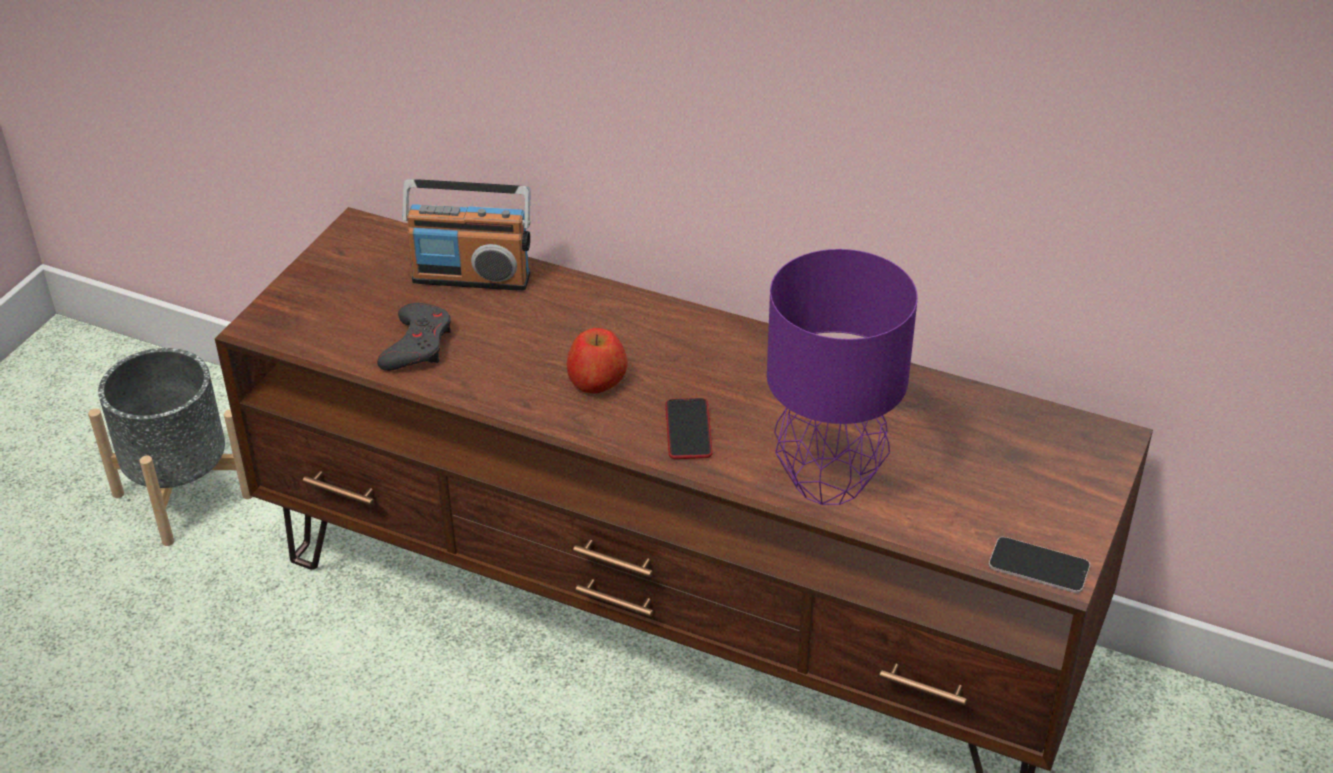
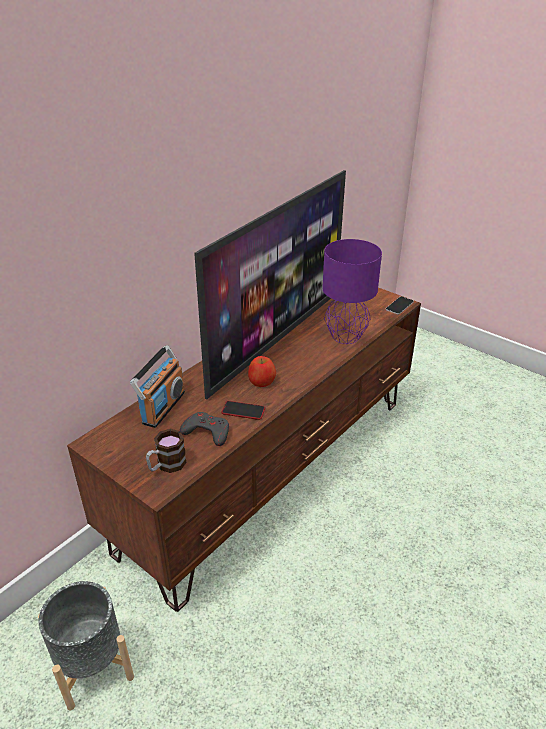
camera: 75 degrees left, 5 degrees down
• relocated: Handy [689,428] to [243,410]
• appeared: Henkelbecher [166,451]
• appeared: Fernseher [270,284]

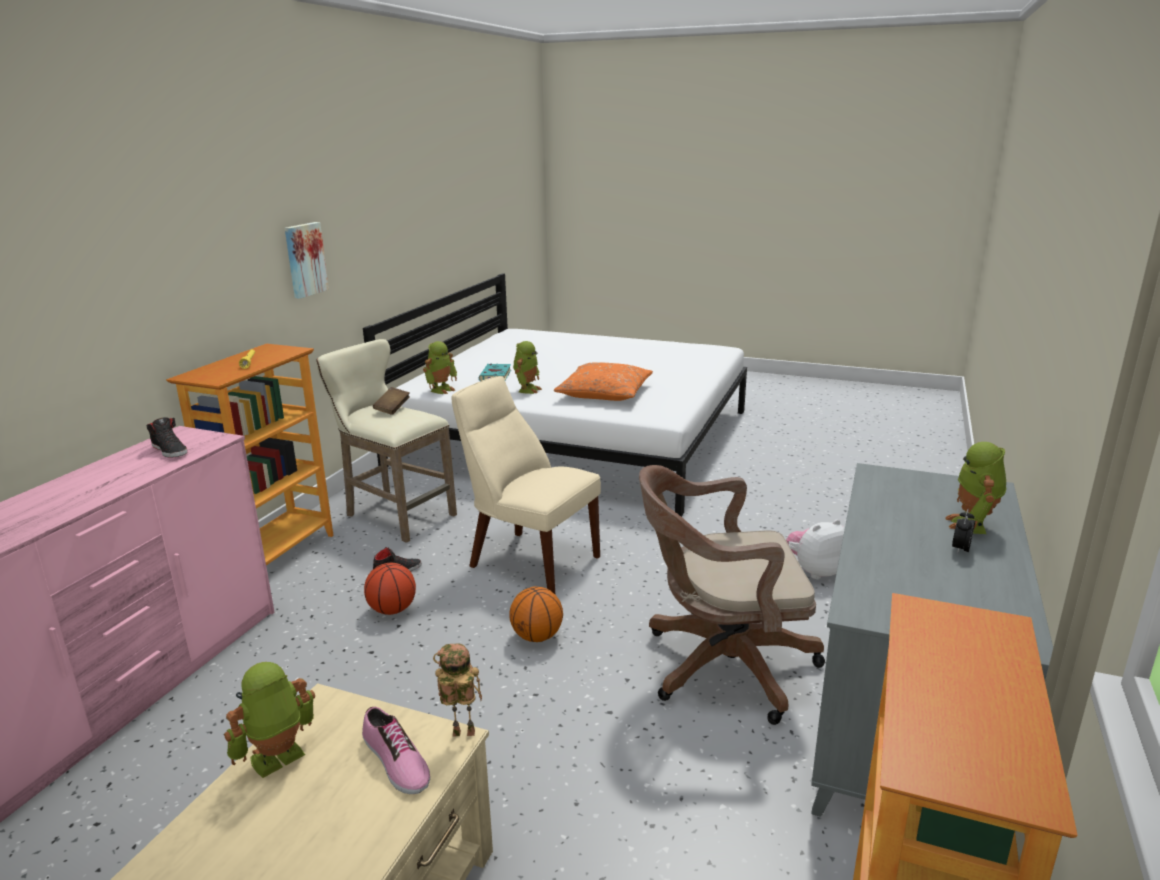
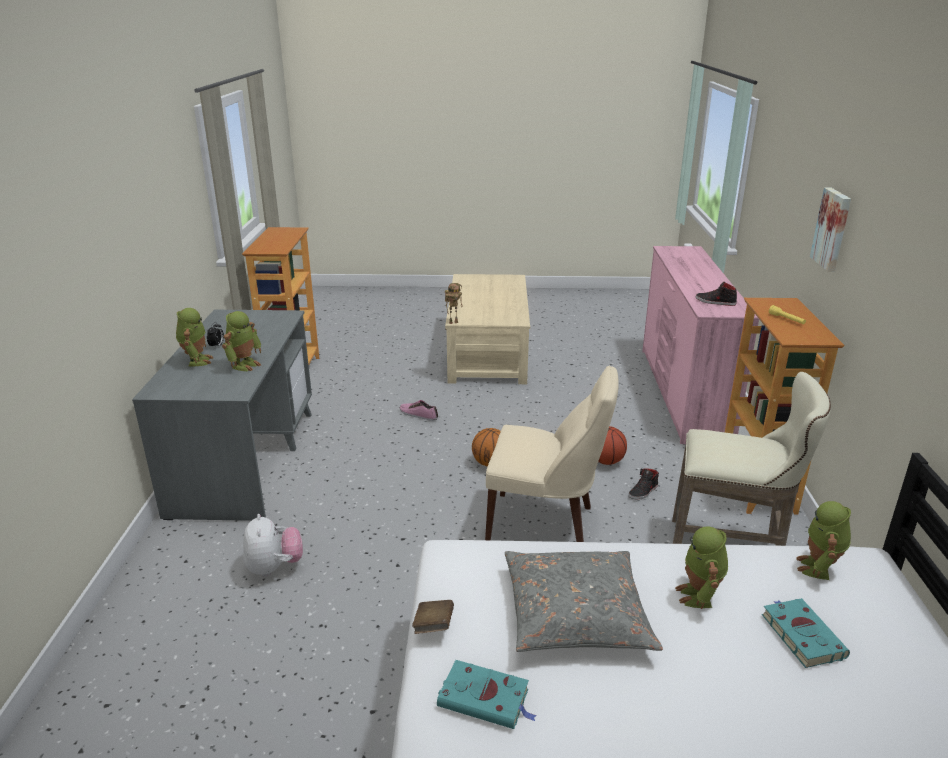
camera: 160 degrees right, 5 degrees up
• relocated: Spielzeugroboter [269,720] to [241,341]
• relocated: Bild [307,260] to [830,230]
• relocated: Schuh [396,750] to [418,410]
• relocated: Buch [braun] [391,401] to [433,617]
• colour: Kissen [orange] [603,381] to Kissen [grau] [584,601]
• missing: Bürostuhl [braun] [732,595]
• spun: Plüschtier [815,549] = [273,545] 60 degrees counterclockwise
• appeared: Buch [türkis] [487,694]

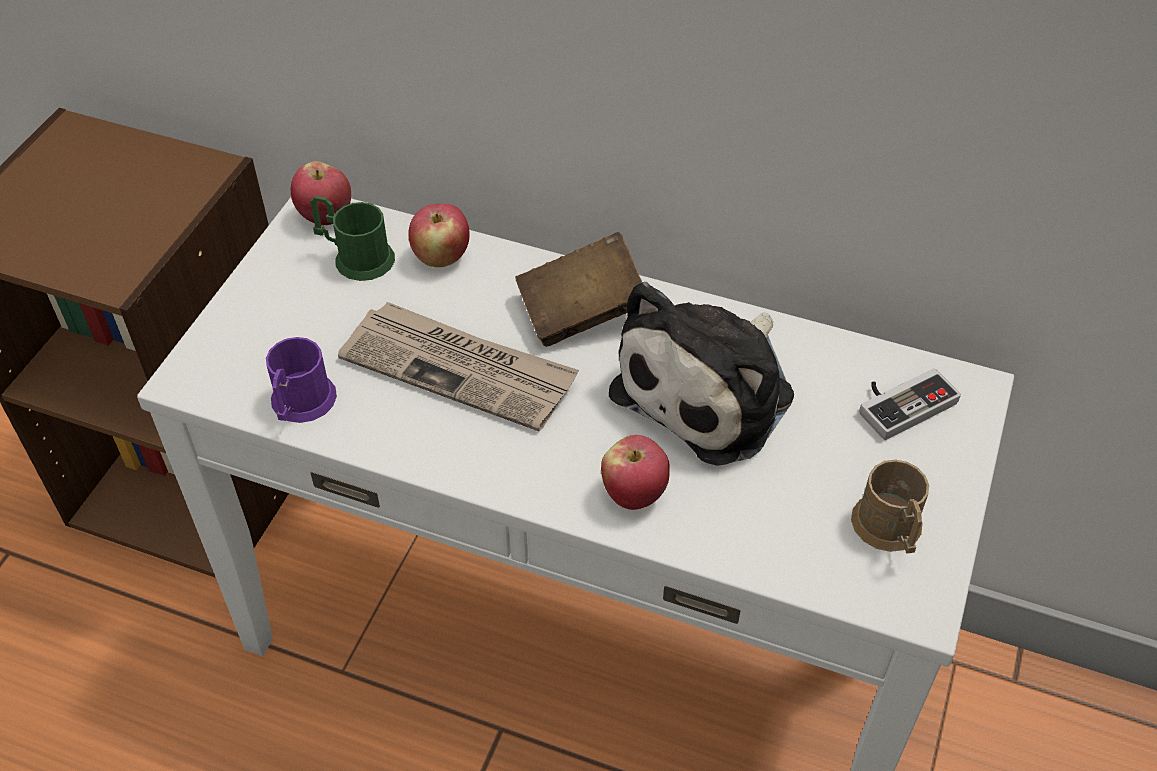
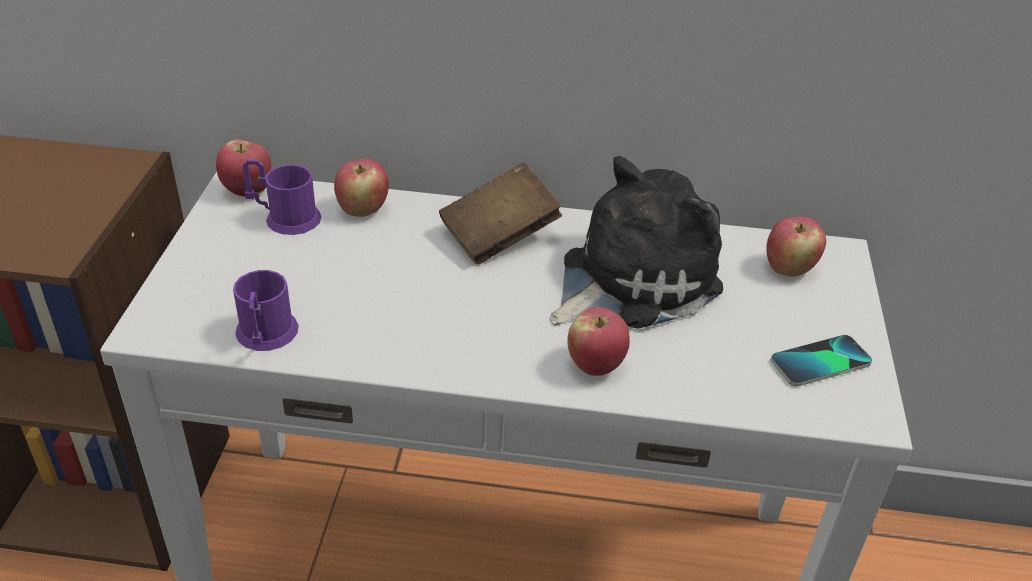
camera: 15 degrees left, 10 degrees down
• colour: Henkelbecher [grün] [352,238] to Henkelbecher [lila] [282,197]
• missing: Zeitung [458,367]
• spun: Plüschtier [701,374] = [636,242] 150 degrees counterclockwise
• exchanged: Henkelbecher [braun] [890,507] to Handy [821,361]
• exchanged: Gamepad [910,404] to Apfel [796,247]

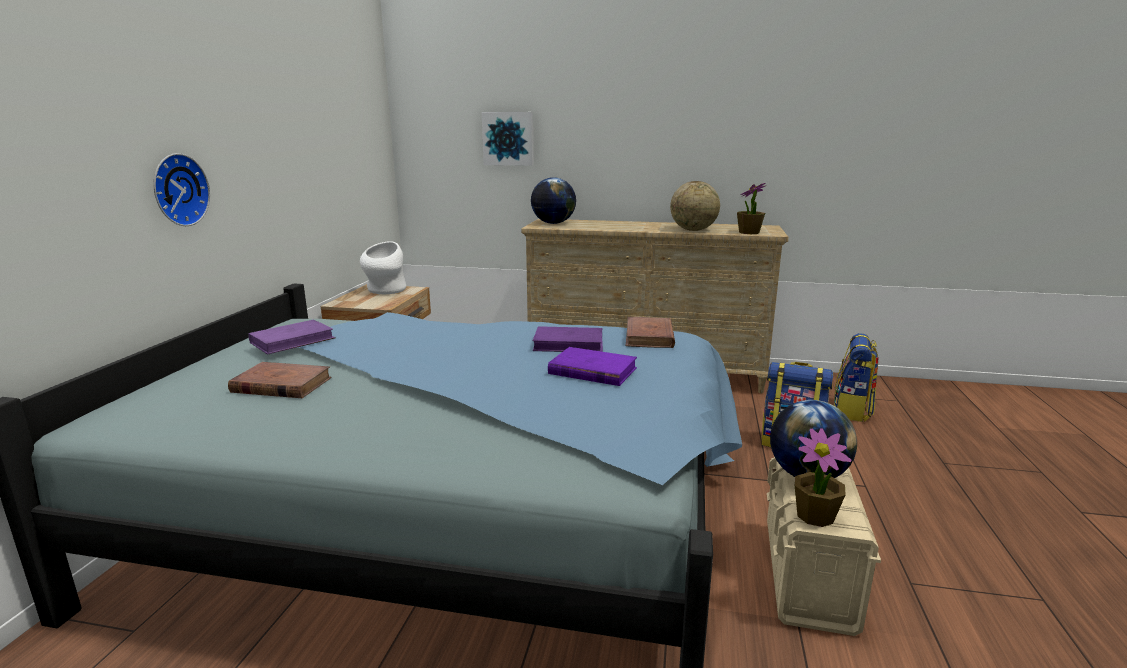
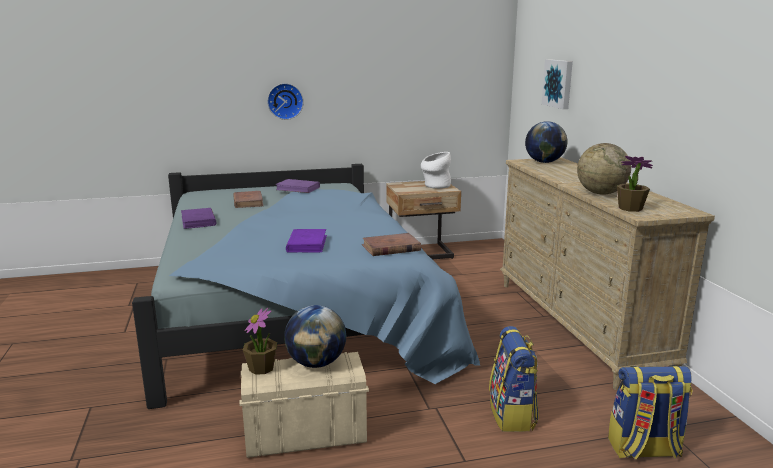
camera: 65 degrees right, 0 degrees up
• relocated: Buch [lila] [568,339] to [198,218]

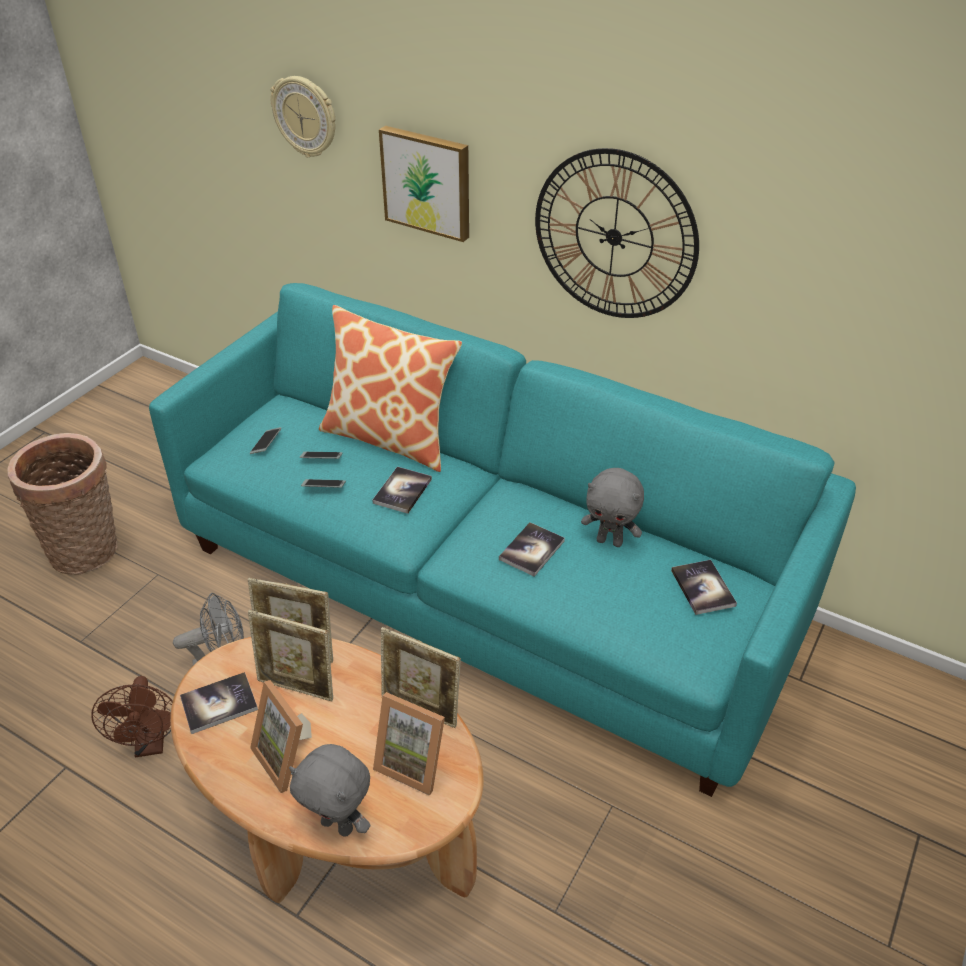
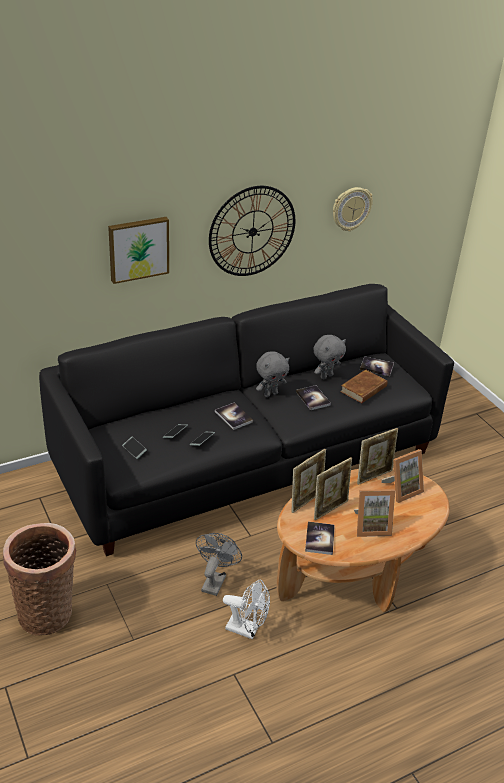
camera: 60 degrees left, 5 degrees down
• colour: Ventilator [braun] [132,716] to Ventilator [weiß] [246,609]
• colour: Sofa [türkis] [502,540] to Sofa [schwarz] [246,420]
• relocated: Wanduhr [303,116] to [353,209]
• relocated: Plüschtier [grau] [330,790] to [272,374]
• missing: Kissen [390,388]
• appeared: Buch [braun] [364,386]

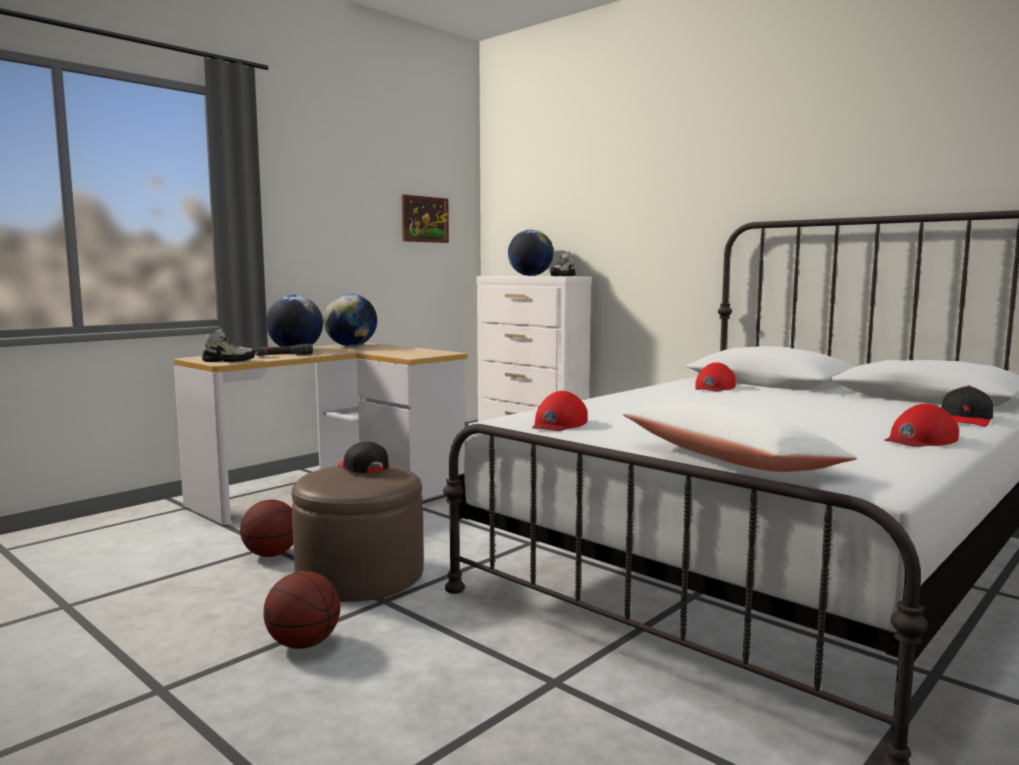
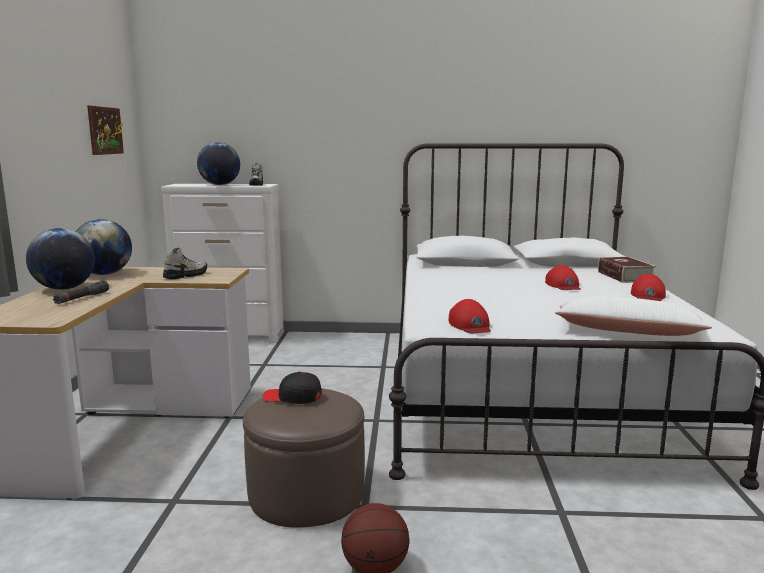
camera: 40 degrees left, 5 degrees up
• relocated: Schuh [229,345] to [185,263]
• missing: Basketball [266,528]
• relocated: Kappe [rot] [715,376] to [563,277]
• exchanged: Kappe [schwarz] [967,406] to Buch [627,270]

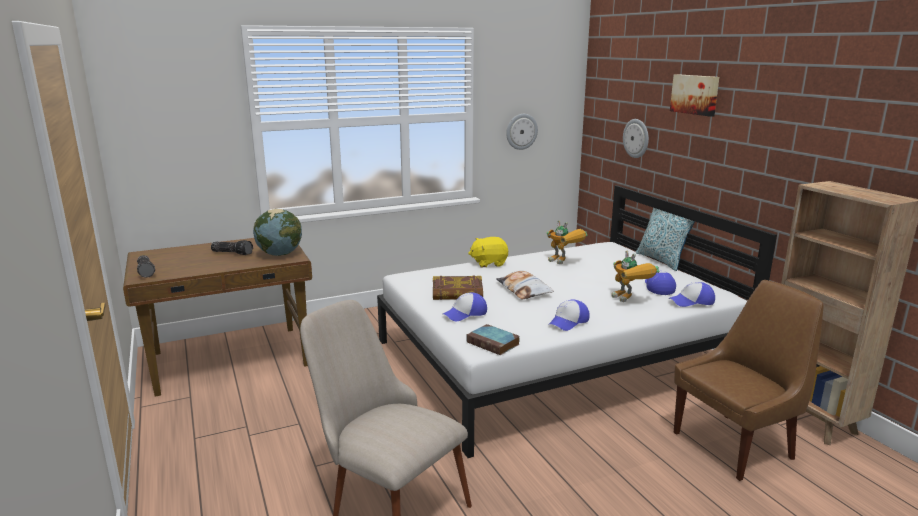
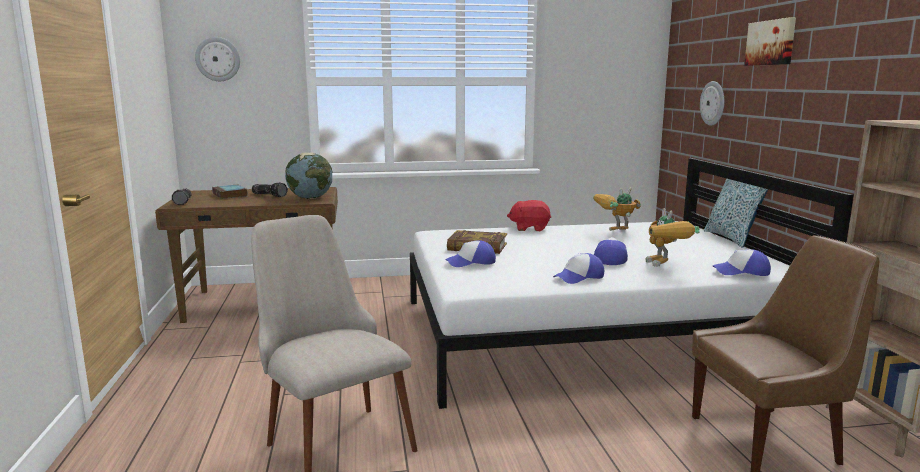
camera: 15 degrees right, 5 degrees down
• relocated: Buch [493,339] to [230,192]
• colour: Plüschtier [gelb] [488,252] to Plüschtier [rot] [529,215]
• missing: Kissen [525,285]
• relocated: Wanduhr [522,132] to [217,59]
• spun: Spielzeugroboter [567,242] = [617,209] 105 degrees clockwise
• relocated: Kappe [660,282] to [611,251]

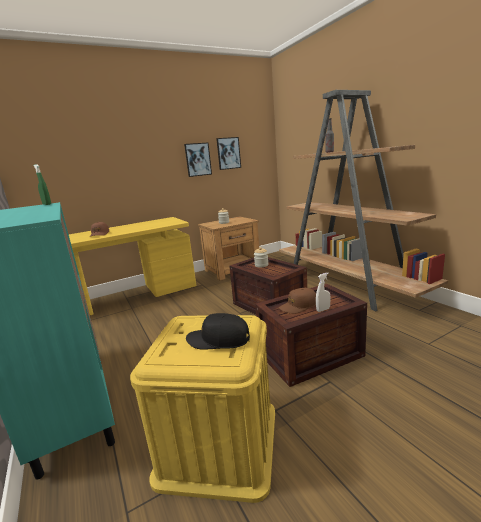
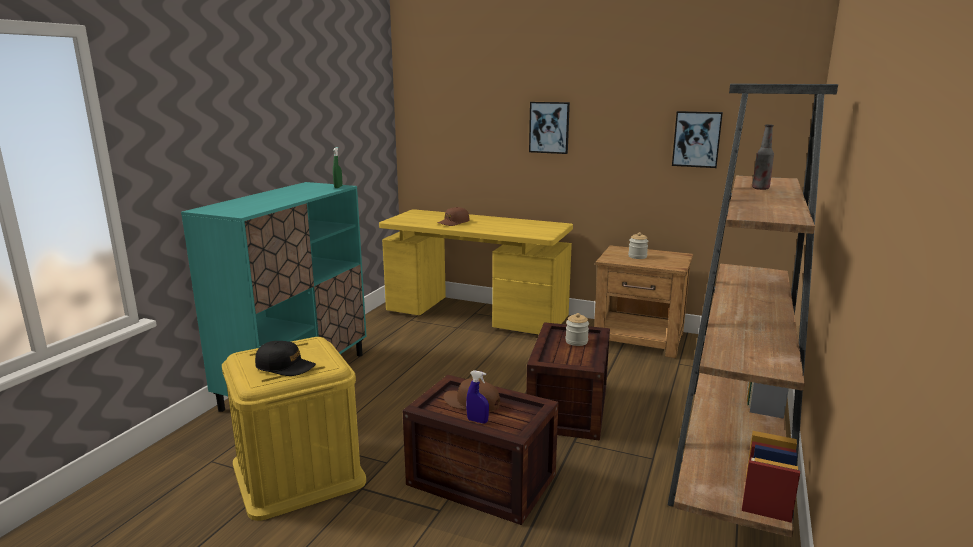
camera: 50 degrees right, 0 degrees up
• relocated: Bild [198,160] to [549,128]
• spun: Kappe [schwarz] [218,331] = [285,358] 135 degrees clockwise
• colour: Sprühflasche [weiß] [323,292] to Sprühflasche [blau] [477,396]

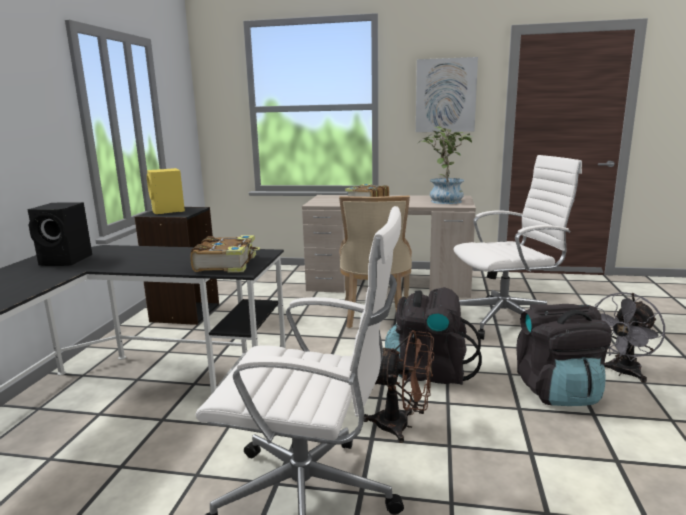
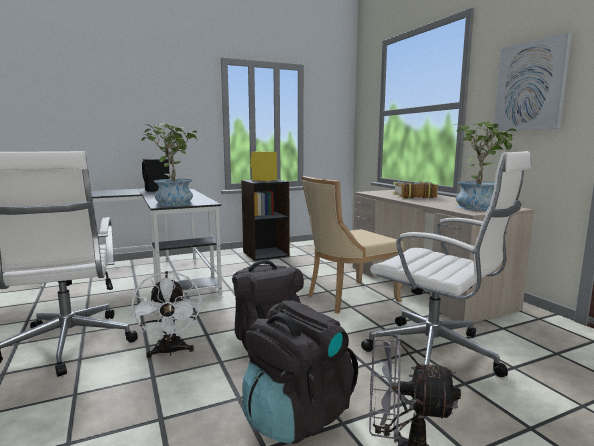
camera: 55 degrees right, 5 degrees down
• exchanged: Buch [225,253] to Topfpflanze [169,164]
• colour: Ventilator [braun] [398,386] to Ventilator [weiß] [166,314]

